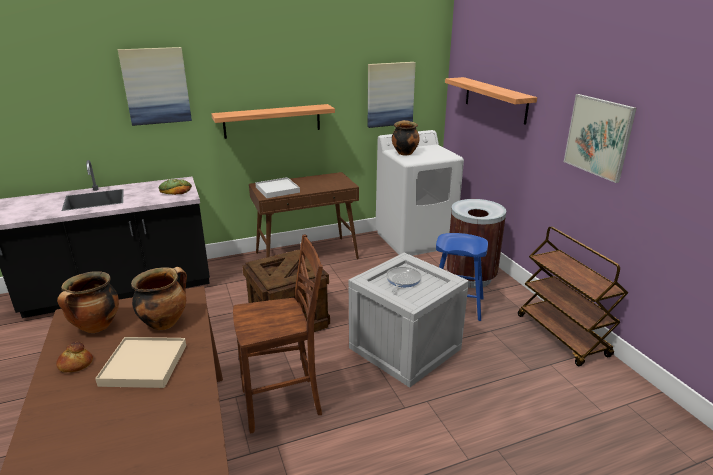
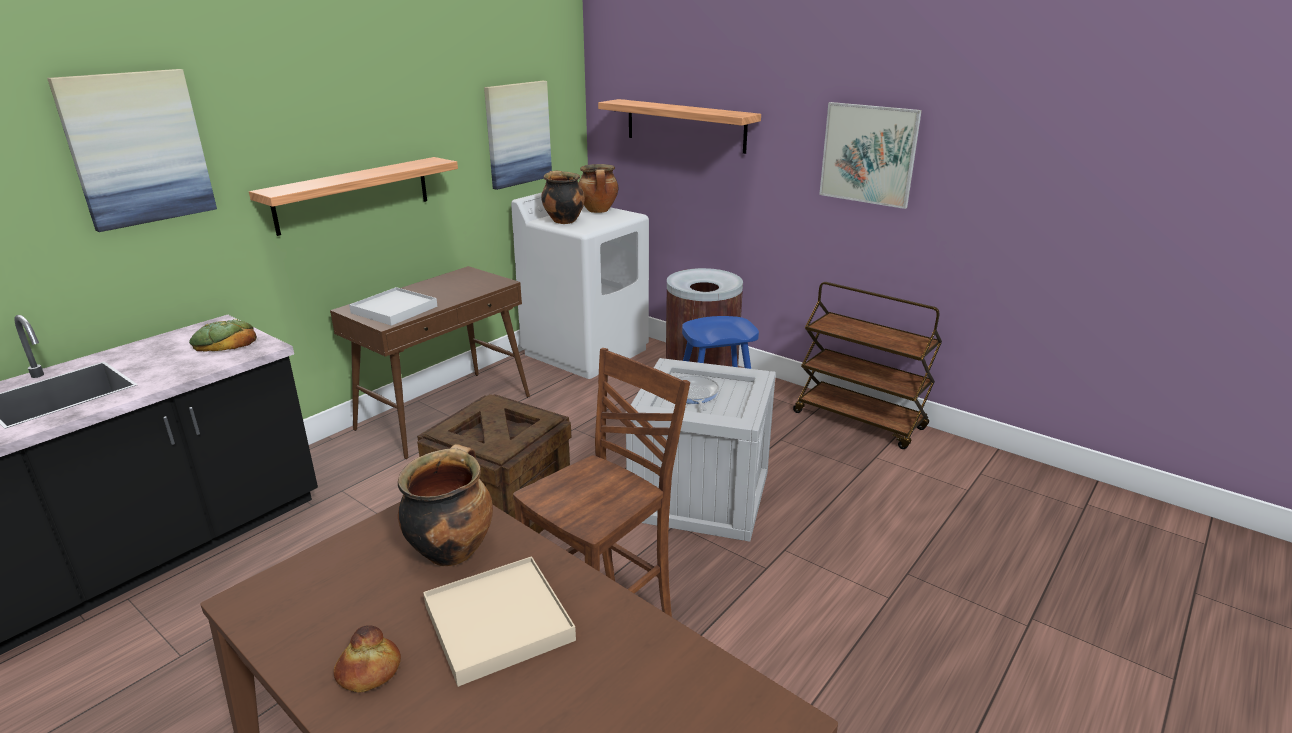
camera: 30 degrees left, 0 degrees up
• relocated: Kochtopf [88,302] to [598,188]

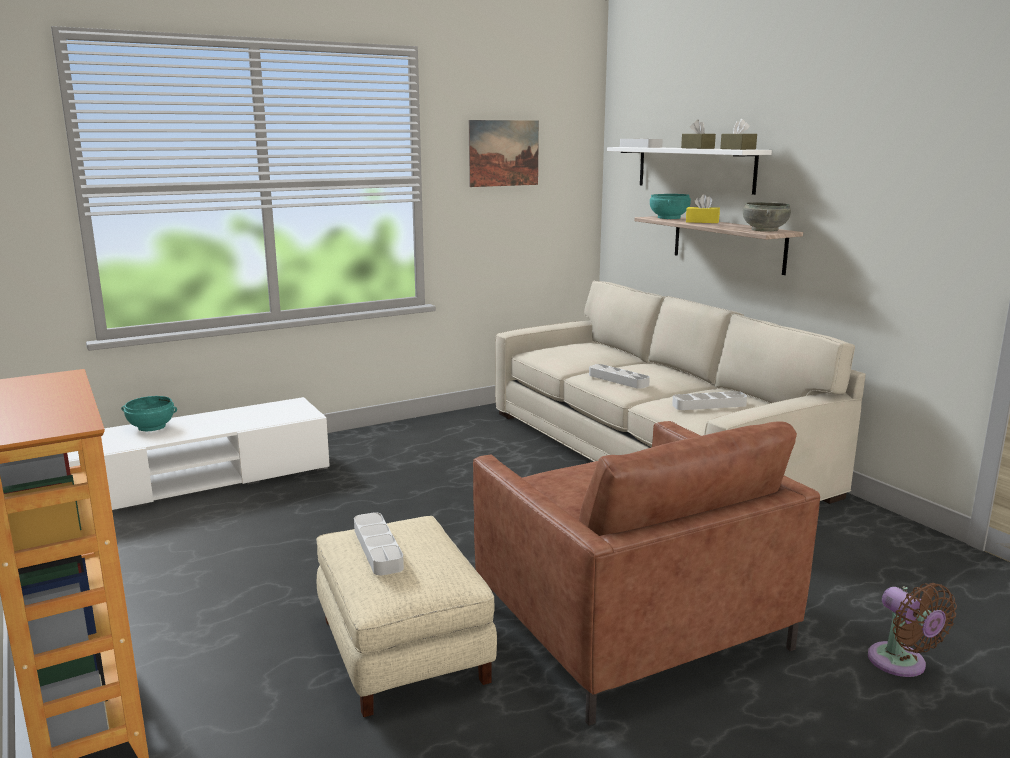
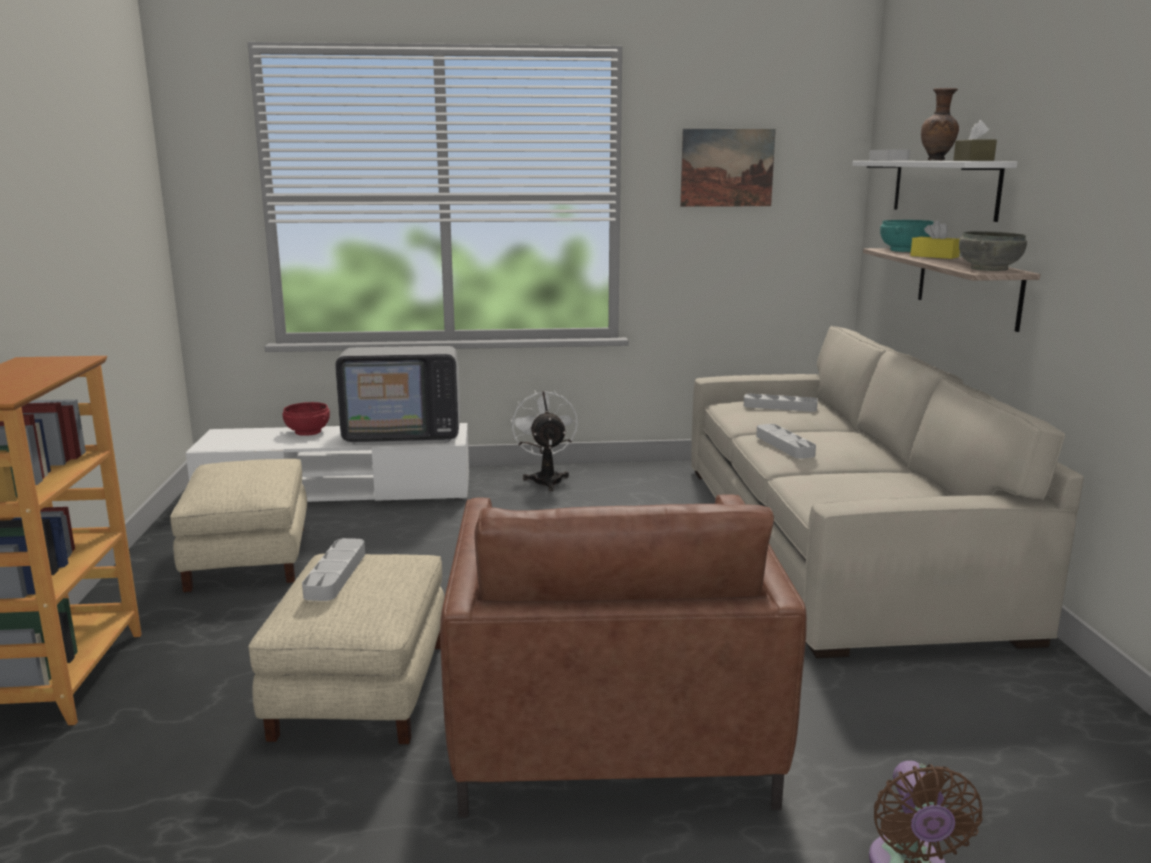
camera: 25 degrees right, 0 degrees up
• colour: Schüssel [türkis] [149,413] to Schüssel [rot] [306,419]
• relocated: Tablett [grau] [709,400] to [781,403]
• exchanged: Taschentuchbox [braun] [698,134] to Vase [braun] [940,124]
• appeared: Polsterhocker [beige] [238,525]
• appeared: Fernseher [398,395]
• appeared: Ventilator [weiß] [544,440]

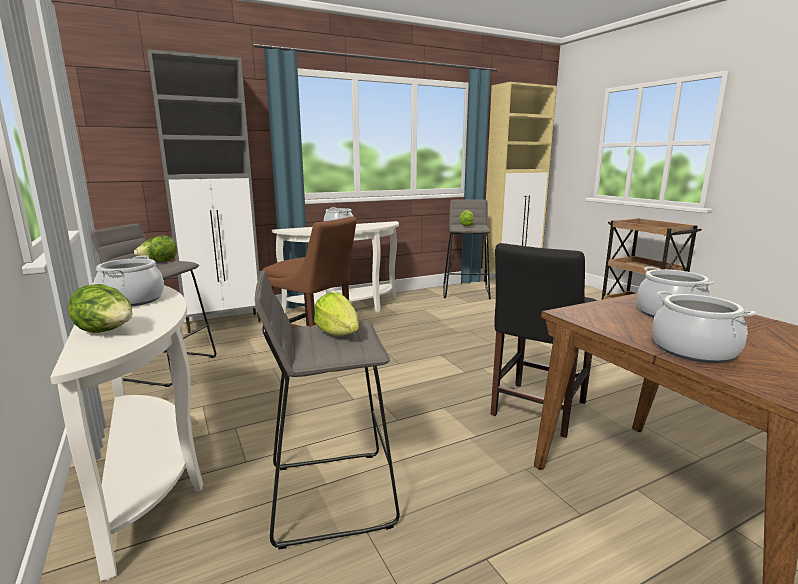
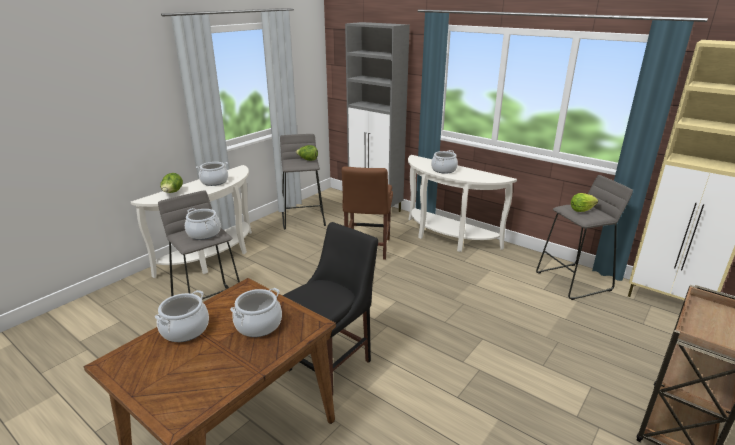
camera: 65 degrees right, 10 degrees up
• exchanged: Salatkopf [336,314] to Kochtopf [203,224]
• spun: Stuhl [schwarz] [543,340] = [330,308] 120 degrees clockwise

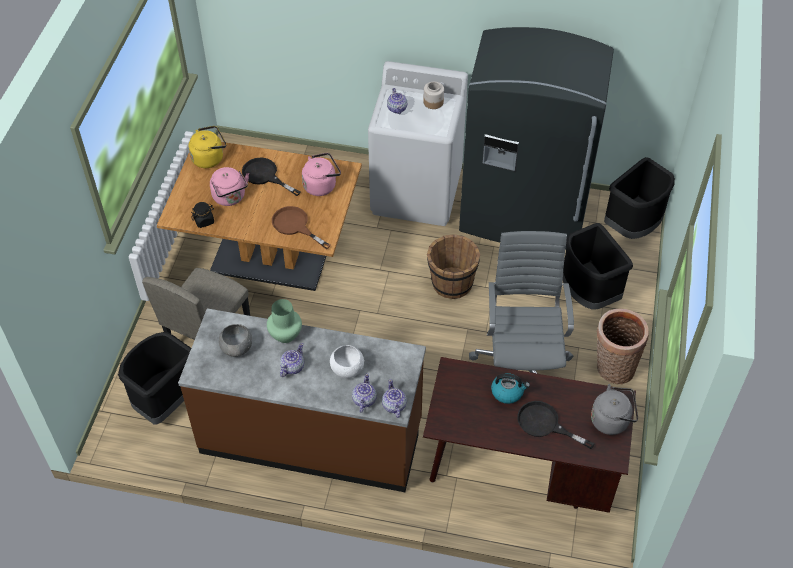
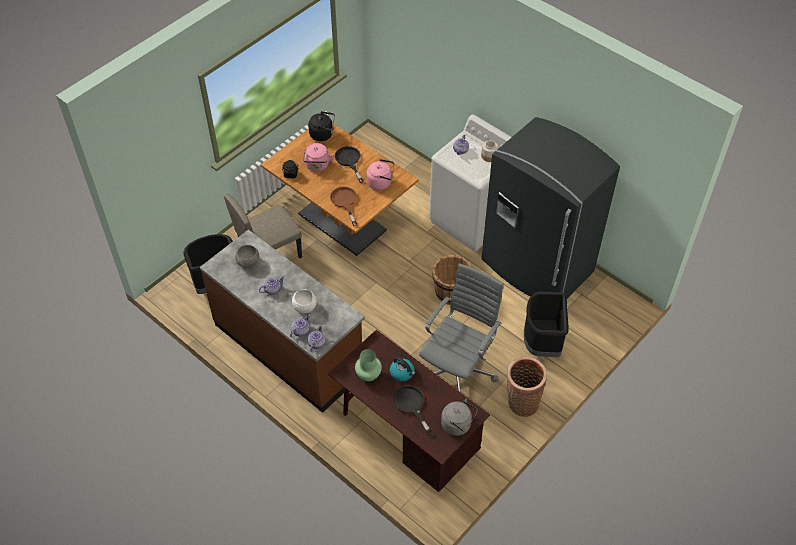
camera: 30 degrees right, 0 degrees up
• colour: Wasserkessel [gelb] [207,147] to Wasserkessel [schwarz] [321,126]
• relocated: Vase [grün] [284,321] to [368,365]
• missing: Mülleimer [schwarz] [639,198]

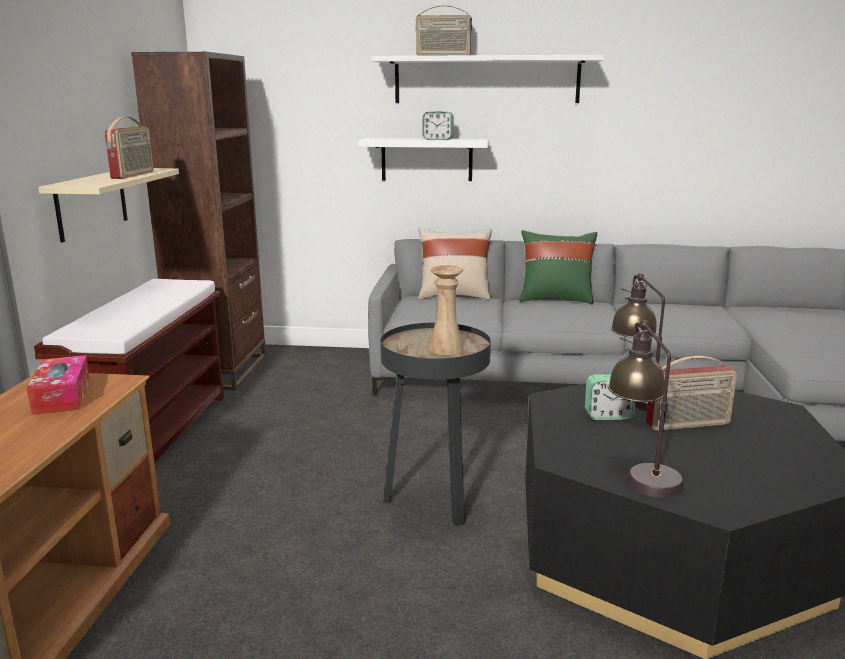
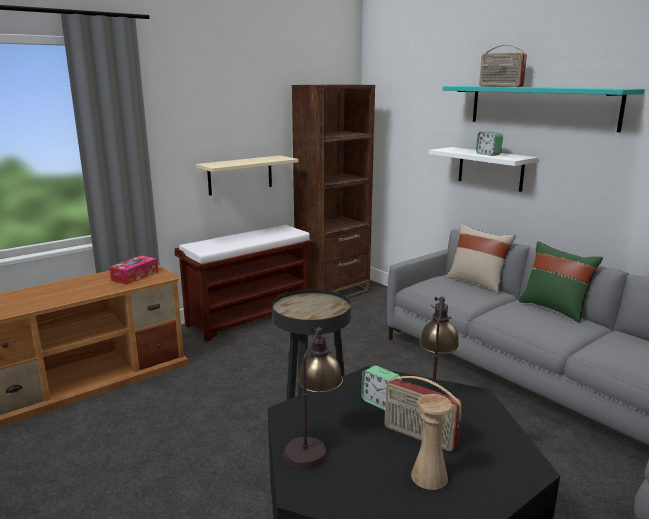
camera: 45 degrees right, 0 degrees up
• missing: Radio [129,147]
• colour: Wandregal [weiß] [487,79] to Wandregal [türkis] [544,109]
• relocated: Vase [beige] [446,310] to [431,442]

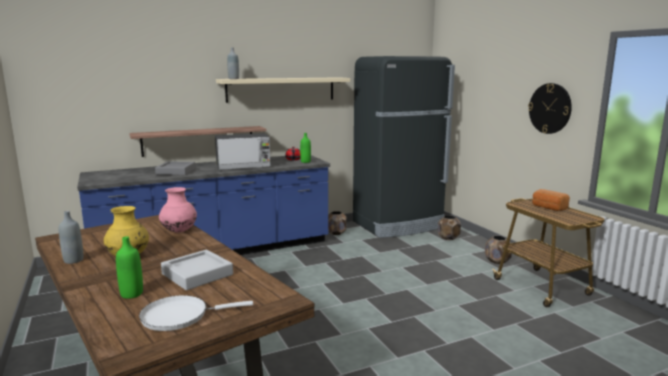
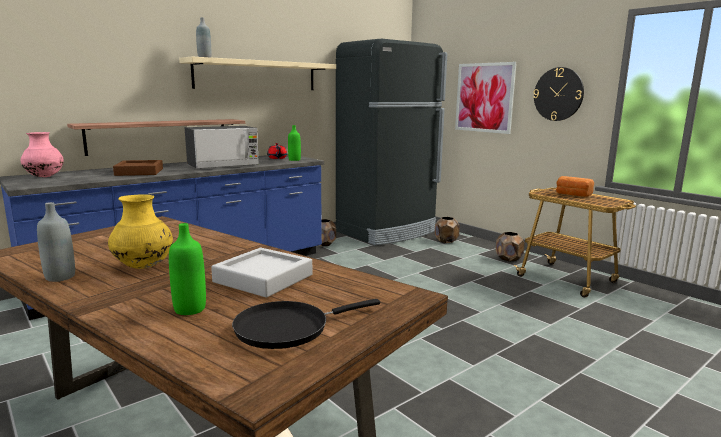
camera: 15 degrees left, 0 degrees up
• colour: Pfanne [weiß] [196,313] to Pfanne [schwarz] [306,324]
• colour: Tablett [grau] [175,168] to Tablett [braun] [138,168]
• relocated: Vase [rosa] [178,210] to [42,154]
• appeared: Bild [486,98]

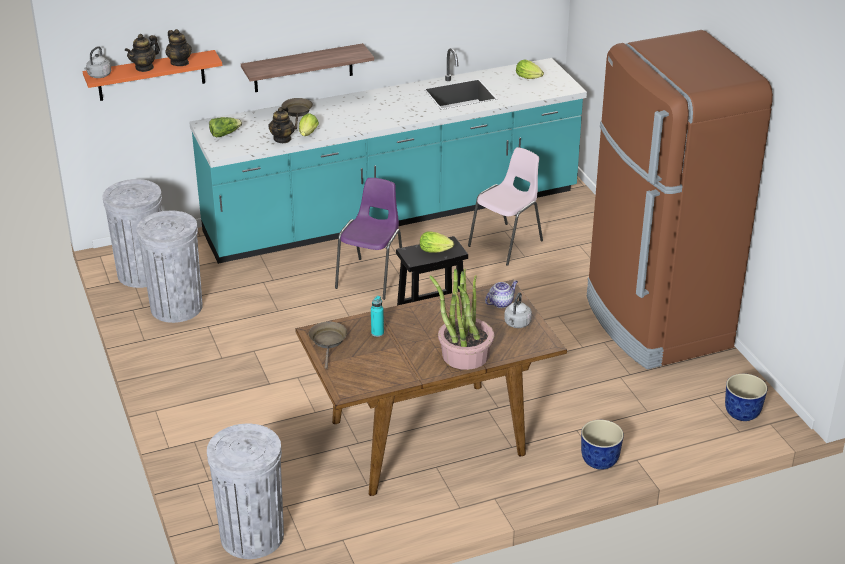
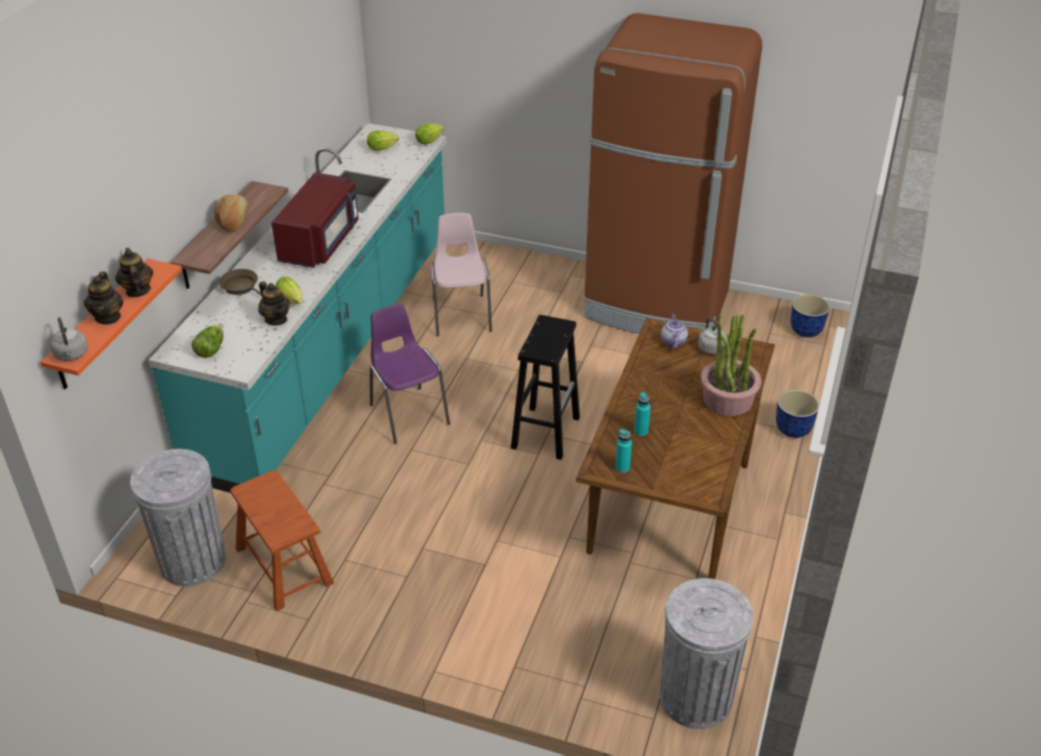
camera: 50 degrees left, 5 degrees up
• exchanged: Mülleimer [grau] [169,267] to Hocker [braun] [282,540]
• spun: Teekanne [178,47] = [134,272] 120 degrees counterclockwise
• exchanged: Pfanne [braun] [328,345] to Flasche [türkis] [623,451]
• relocated: Salatkopf [437,242] to [429,133]
• appeared: Brot [231,213]
• appeared: Mikrowelle [rot] [315,220]

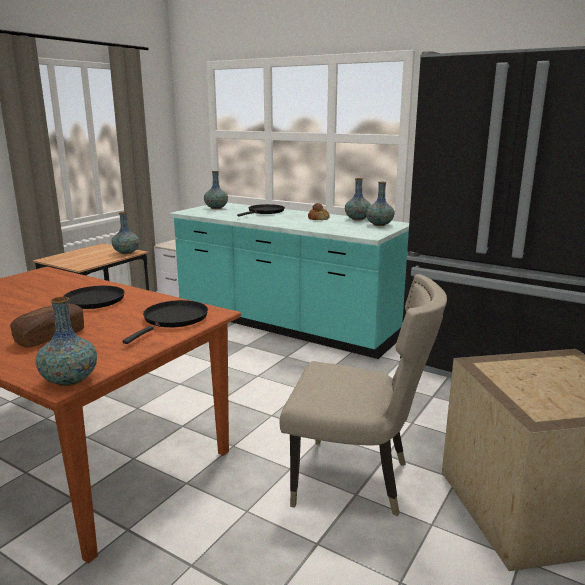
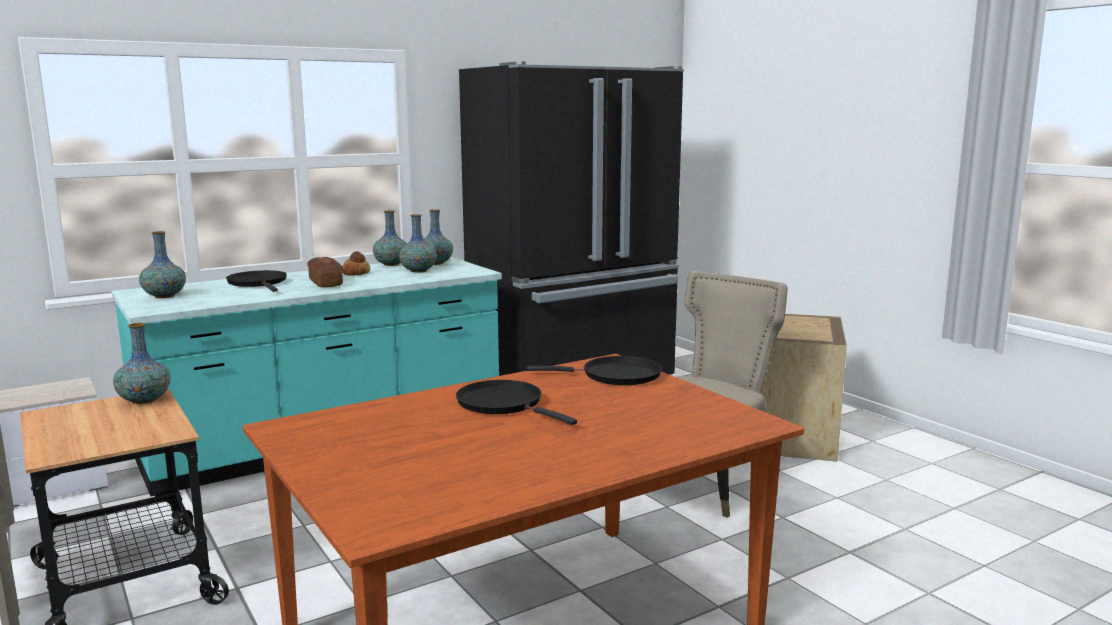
camera: 65 degrees left, 5 degrees down
• relocated: Brot [47,325] to [325,272]
• relocated: Vase [66,341] to [418,243]
• spun: Pfanne [schwarz] [165,322] = [594,370] 135 degrees clockwise

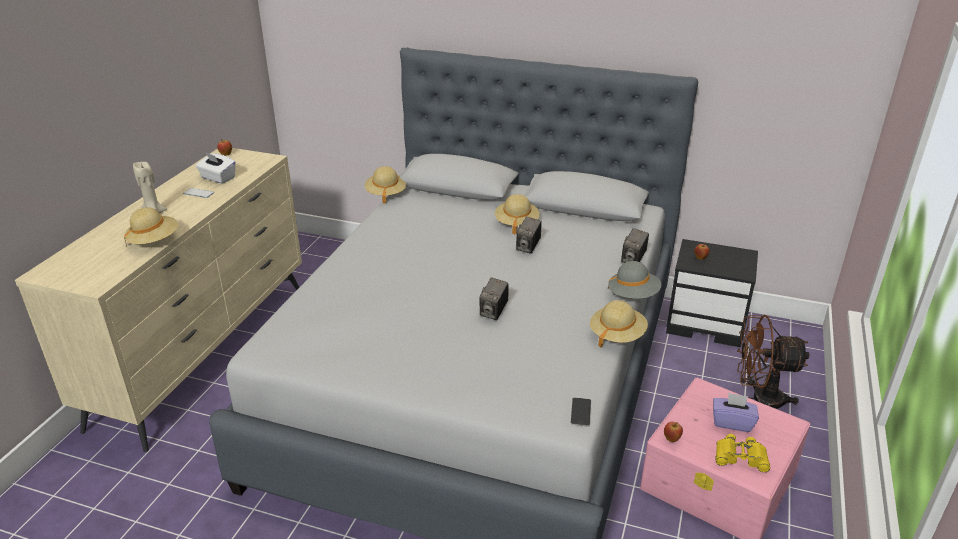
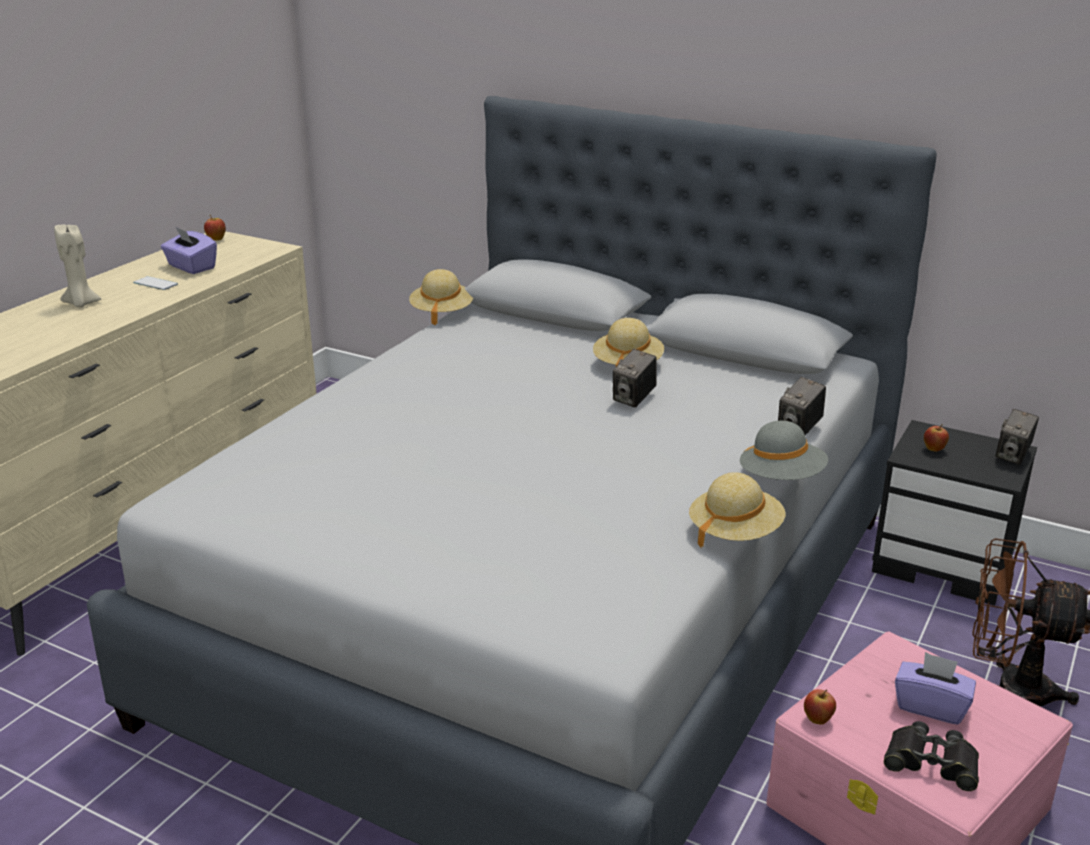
camera: 10 degrees right, 5 degrees down
• missing: Hut [beige] [151,227]
• colour: Taschentuchbox [weiß] [216,168] to Taschentuchbox [lila] [189,250]
• relocated: Kamera [494,298] to [1017,437]
• missing: Handy [580,412]
• colour: Fernglas [gelb] [742,453] to Fernglas [schwarz] [931,756]

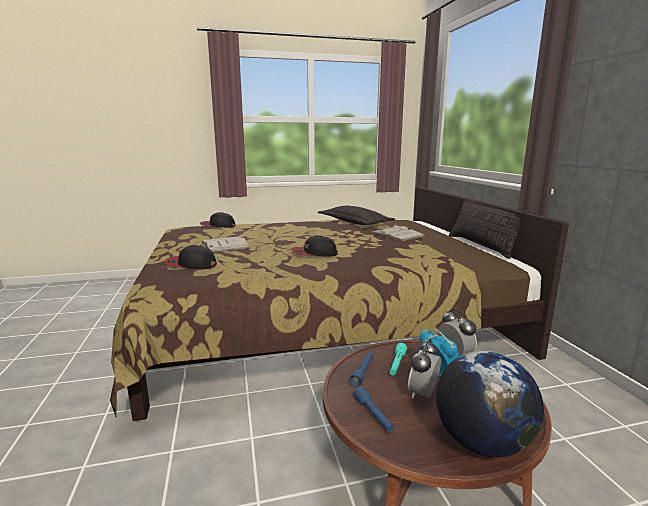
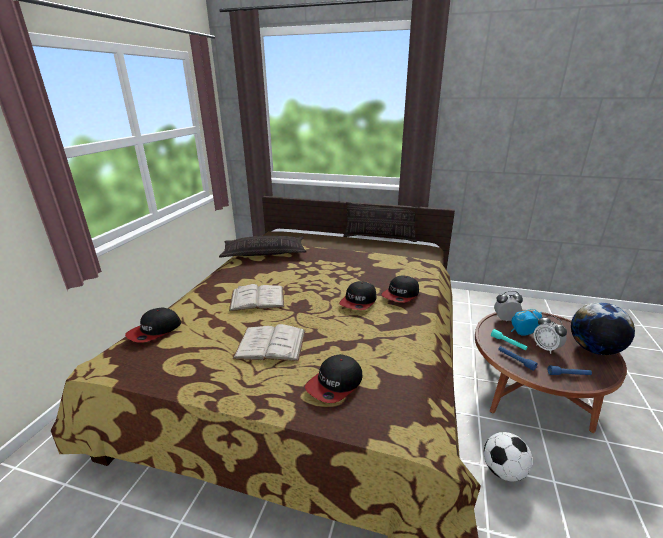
camera: 60 degrees left, 10 degrees up
• relocated: Buch [weiß] [397,233] to [256,297]
• appeared: Kappe [400,289]
• appeared: Fußball [508,456]

